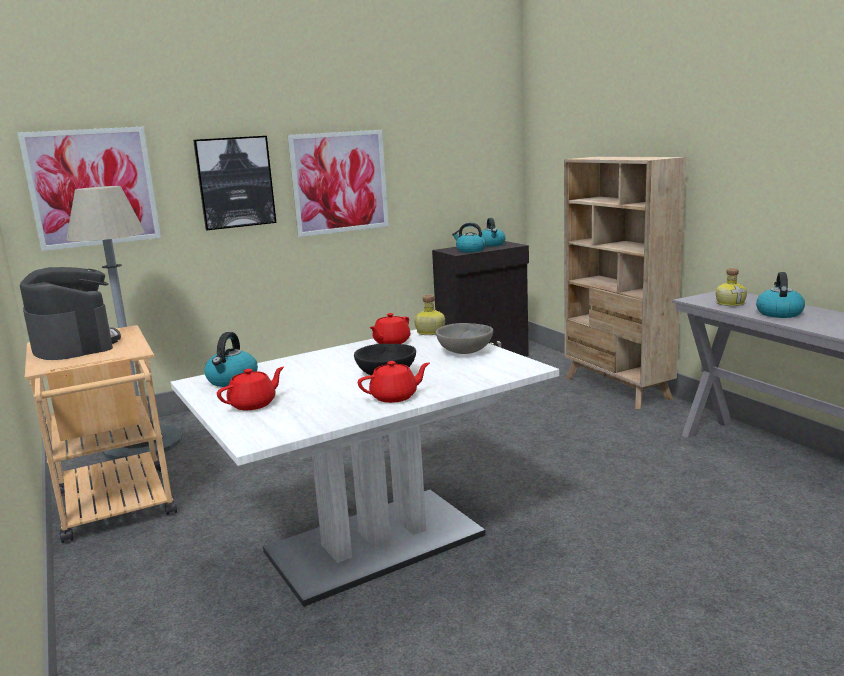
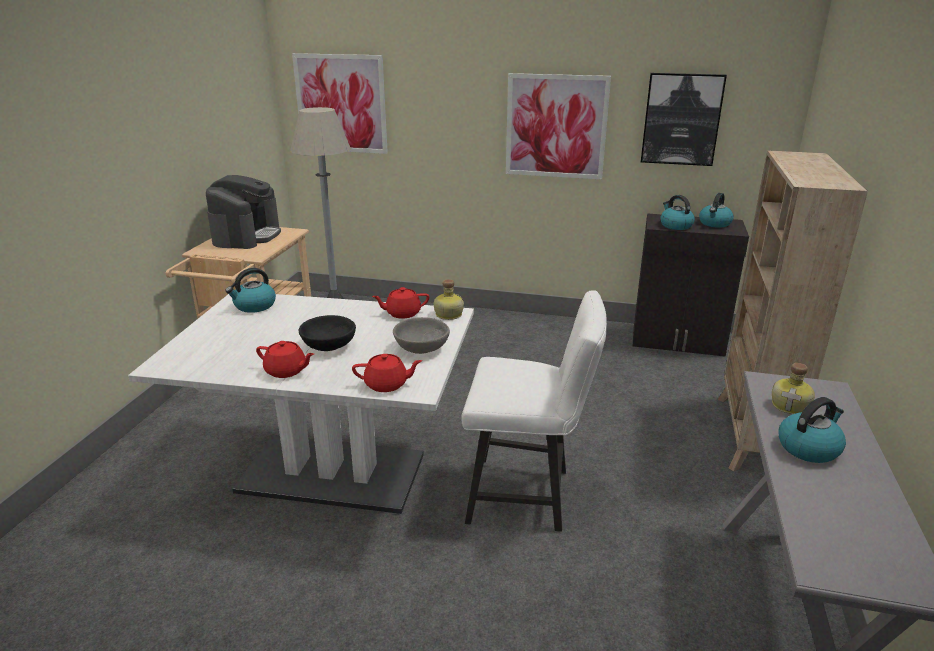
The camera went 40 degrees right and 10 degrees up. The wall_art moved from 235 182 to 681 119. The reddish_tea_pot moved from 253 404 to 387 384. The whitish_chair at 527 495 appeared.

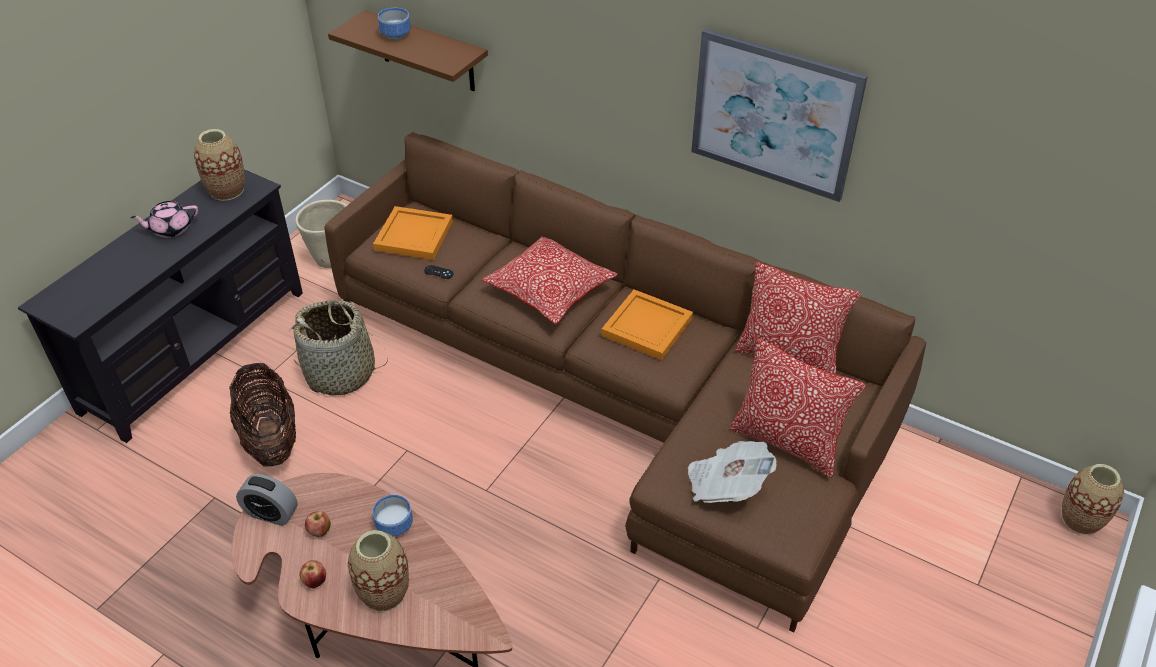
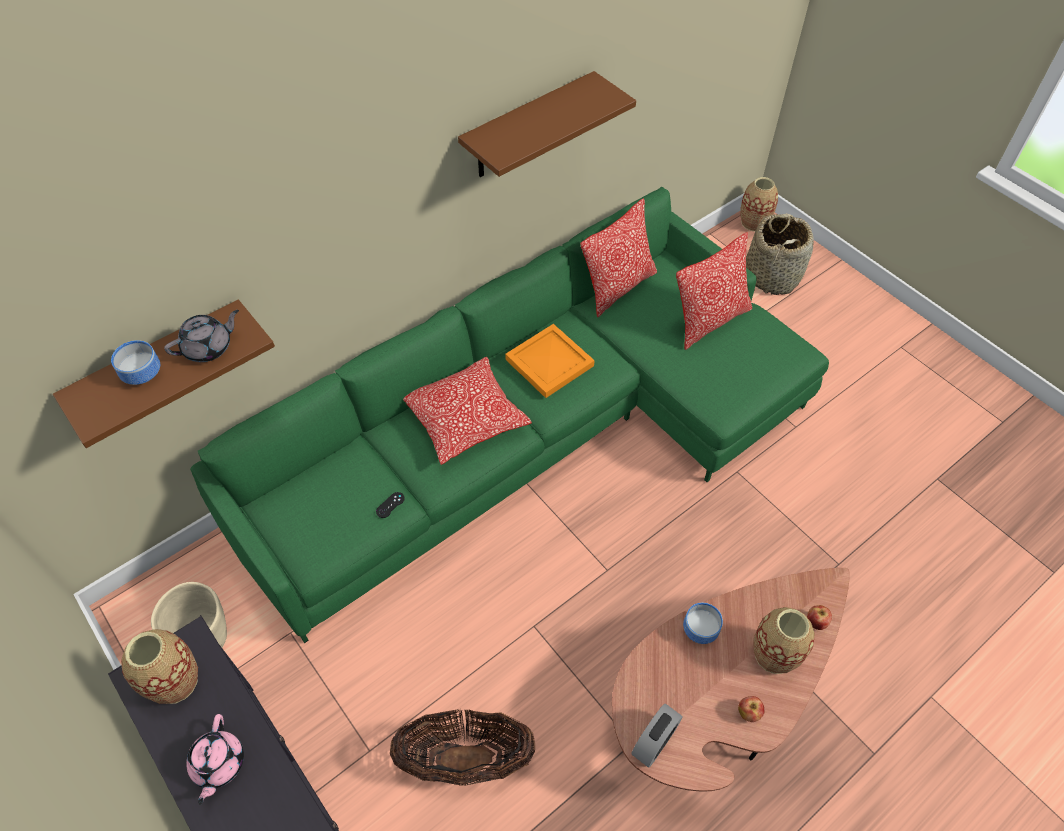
The camera went 70 degrees left and 10 degrees up. The wall_art at 774 115 was replaced by the brown_wall_shelf at 528 127. The brown_settee at 622 395 became the green_settee at 537 433. The orange_carrying_tray at 413 235 disappeared. The basket moved from 341 374 to 772 275. The printed_paper at 726 485 disappeared. The whole_apple moved from 319 532 to 816 622. The greyish_tea_pot at 209 348 appeared.

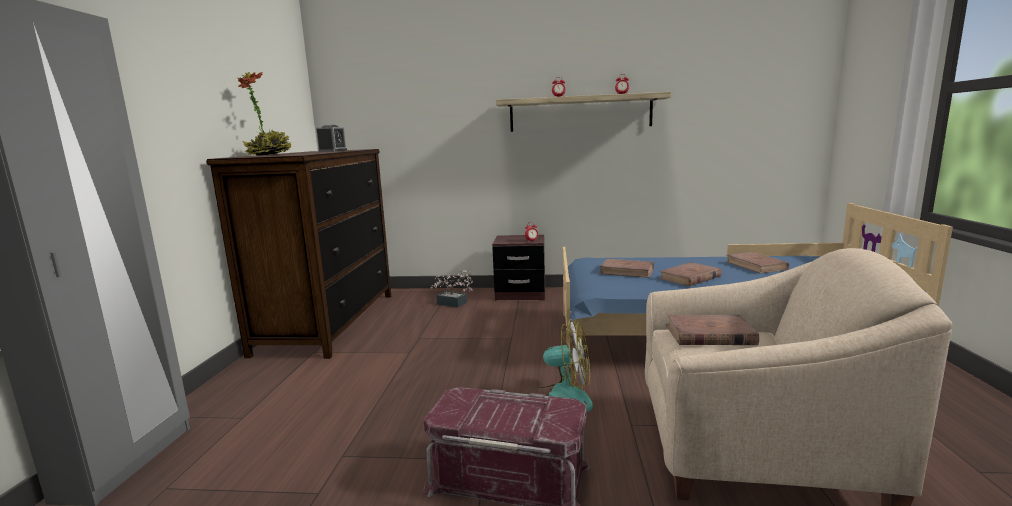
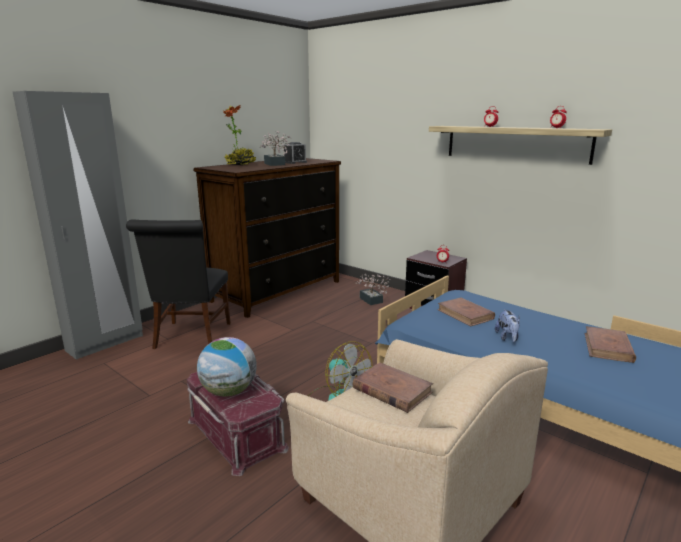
The camera went 35 degrees right and 5 degrees up. The brown_book at 689 277 was replaced by the cuddly_toy at 507 338. The potted_plant at 275 164 appeared. The black-coloured_chair at 191 337 appeared. The globe at 229 391 appeared.

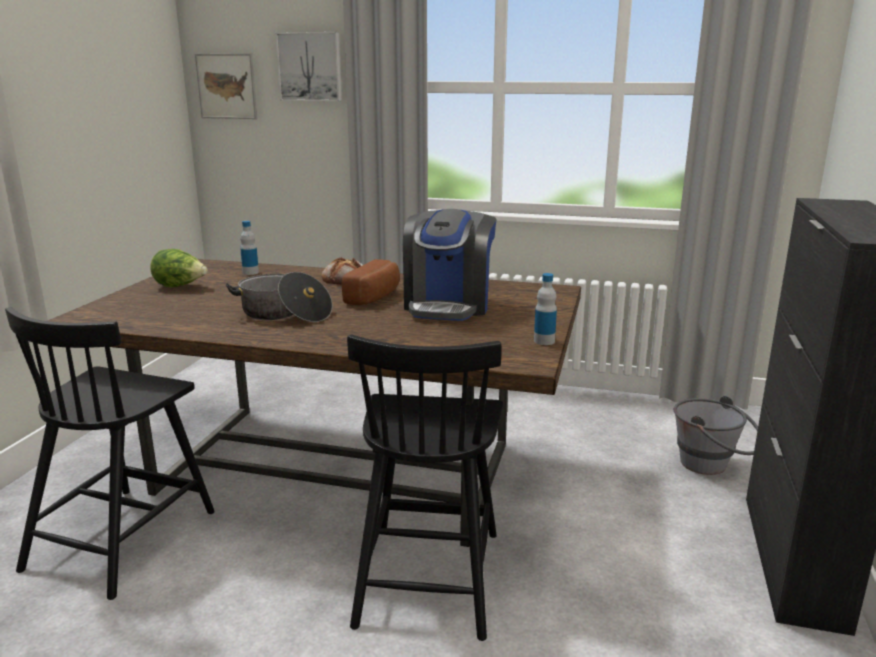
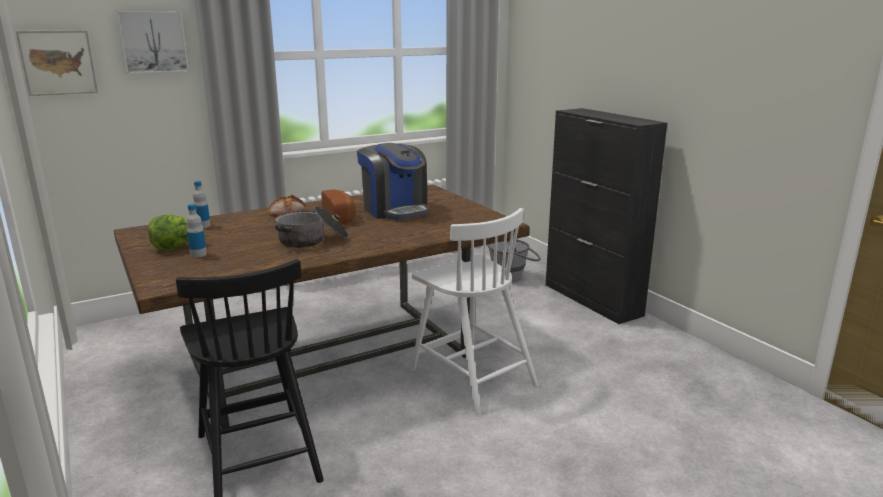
The camera went 45 degrees left and 0 degrees up. The drink_bottle moved from 544 341 to 198 254. The black-coloured_chair at 428 575 became the whitish_chair at 471 376.

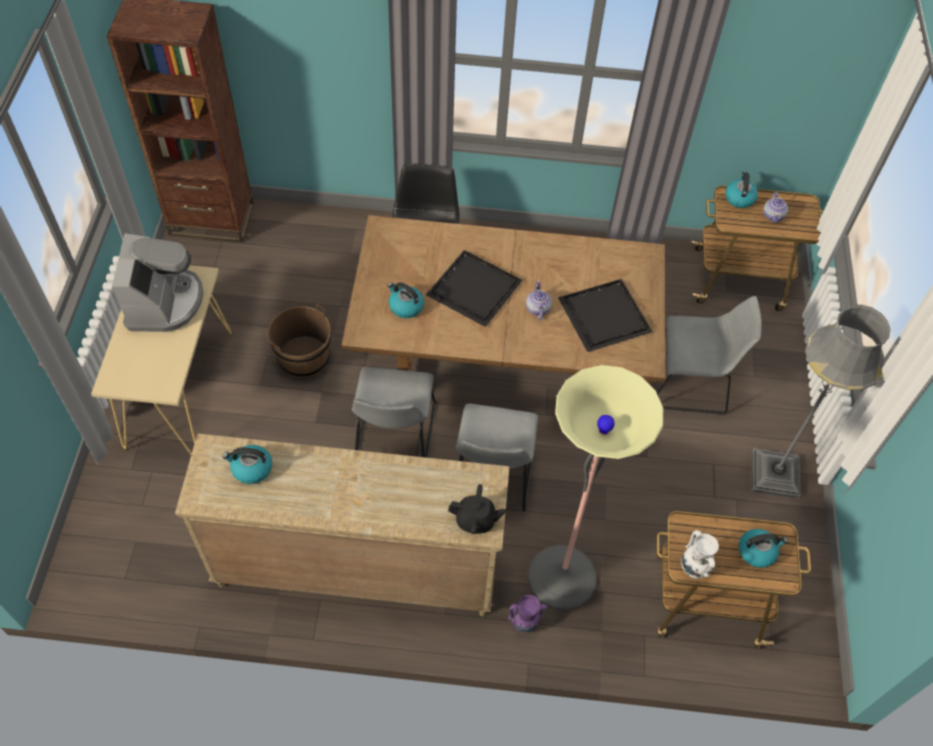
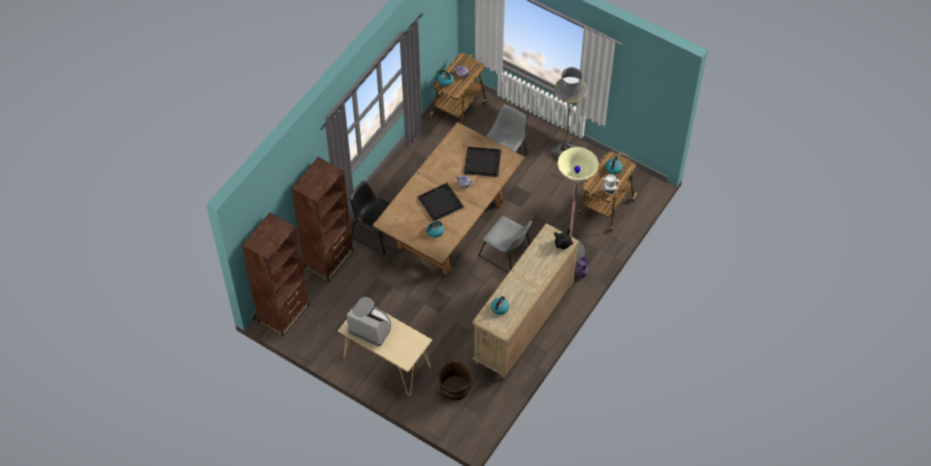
The camera went 60 degrees left and 0 degrees up. The brown_water_bucket moved from 304 357 to 455 388. The greyish_chair at 394 437 disappeared. The brown_bookshelf at 328 259 appeared.

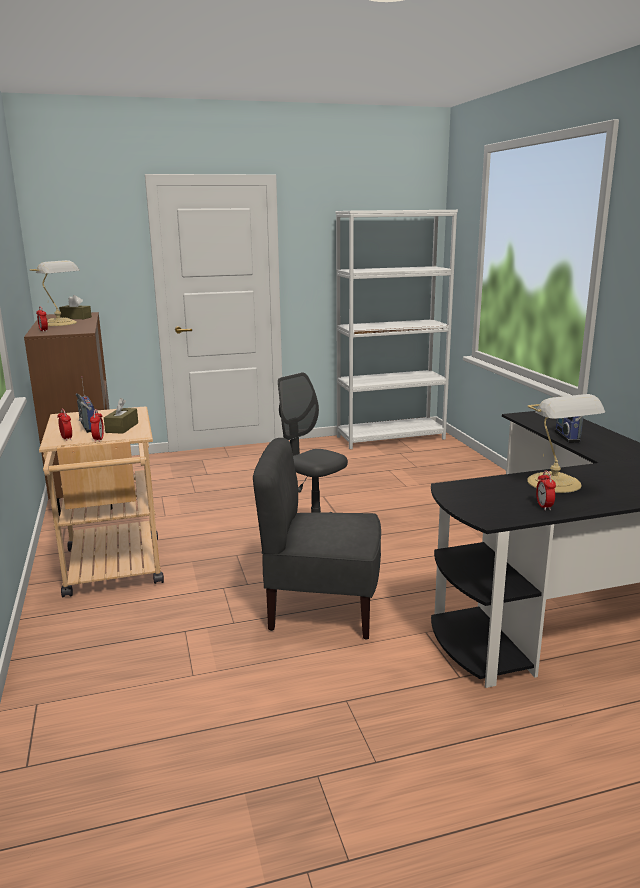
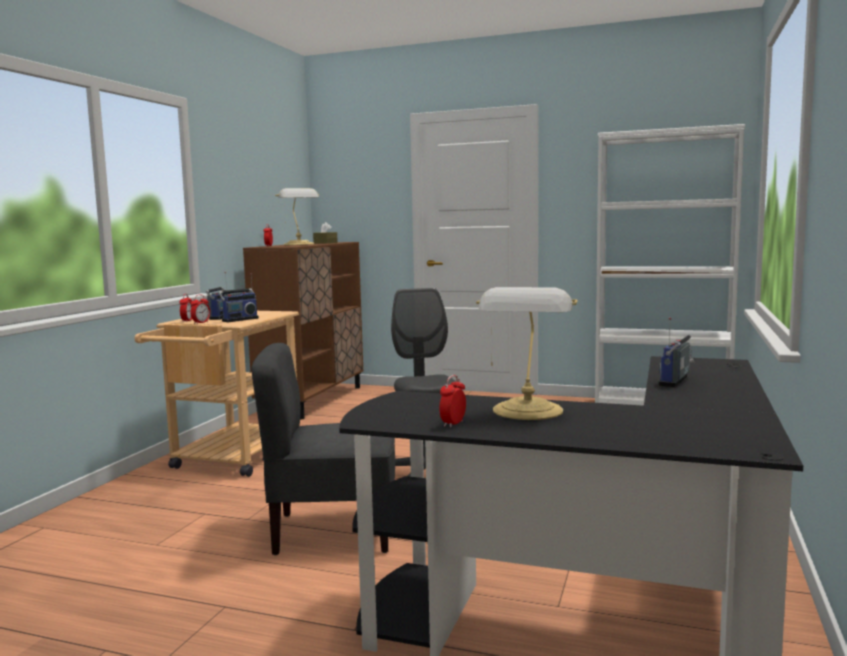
The camera went 35 degrees right and 10 degrees down. The brown_tissue_box at 122 427 was replaced by the radio_receiver at 239 319. The greyish_chair at 322 609 turned 45 degrees counterclockwise.

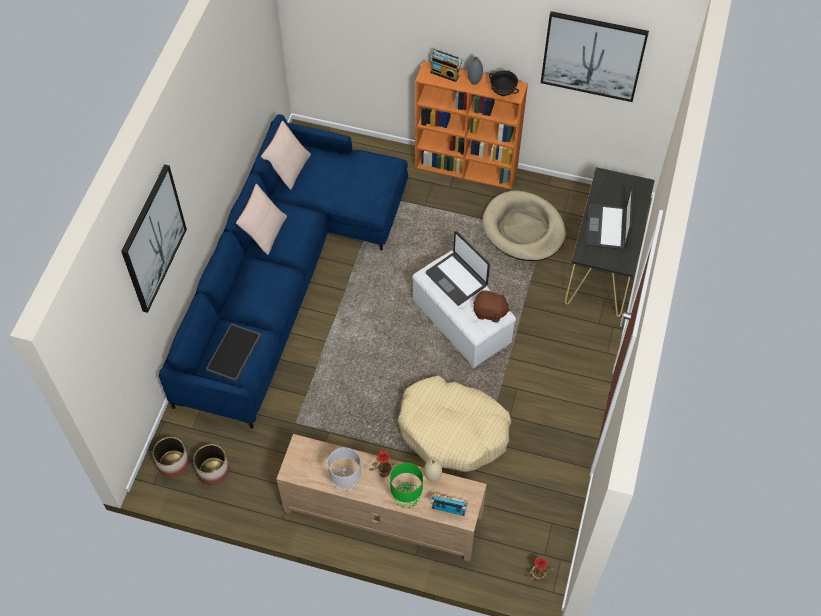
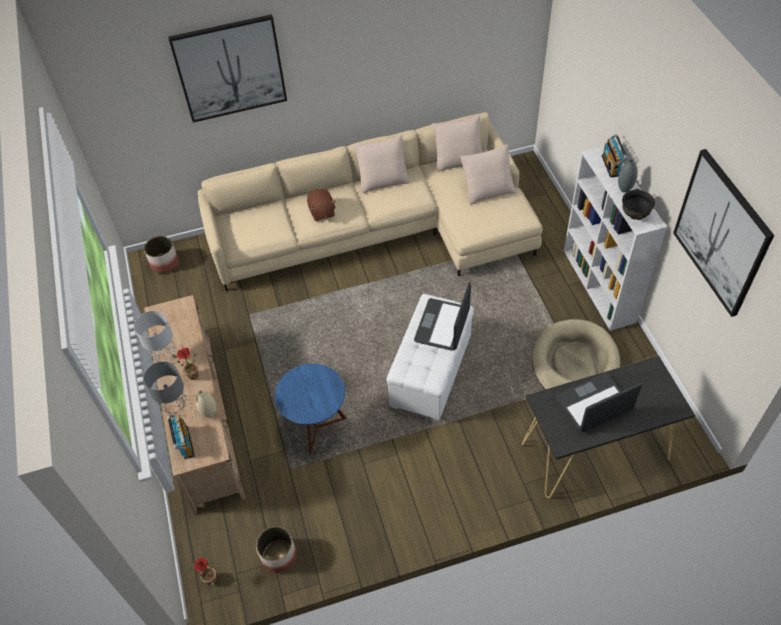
The camera went 60 degrees right and 5 degrees down. The orange_bookshelf at 467 169 became the whitish_bookshelf at 599 286. The blue_settee at 285 274 became the beige_settee at 382 230. The brown_cuddly_toy moved from 490 312 to 322 212. The carrying_tray at 234 353 disappeared. The beige_pet_bed at 453 430 was replaced by the blue_end_table at 317 427. The planter moved from 213 471 to 278 555. The green_tabletop_lamp at 407 500 became the greyish_tabletop_lamp at 175 407. The beige_throw_pillow at 487 189 appeared.

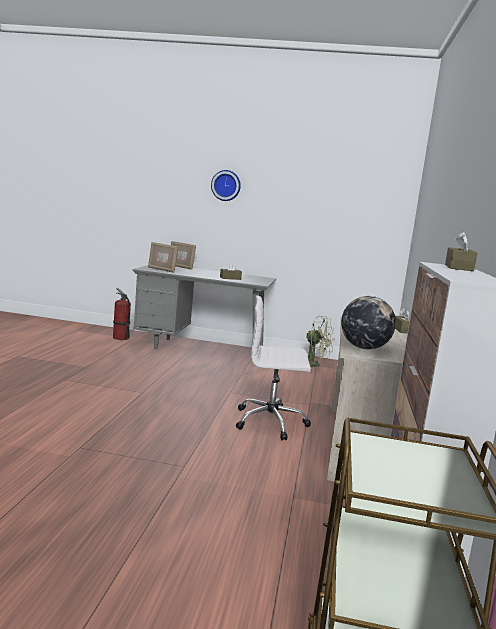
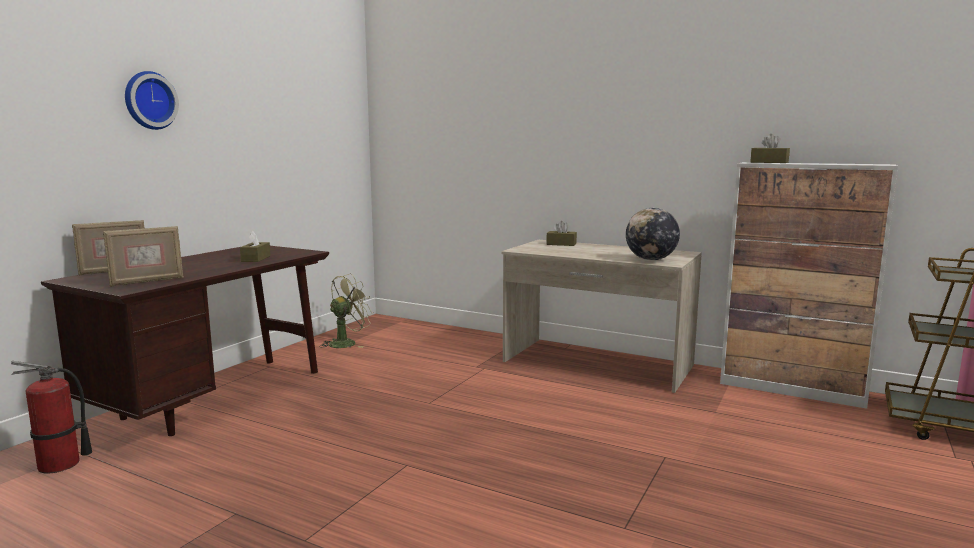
The camera went 70 degrees left and 0 degrees up. The greyish_desk_unit at 200 349 became the brown_desk_unit at 214 399. The whitish_computer_chair at 271 422 disappeared.

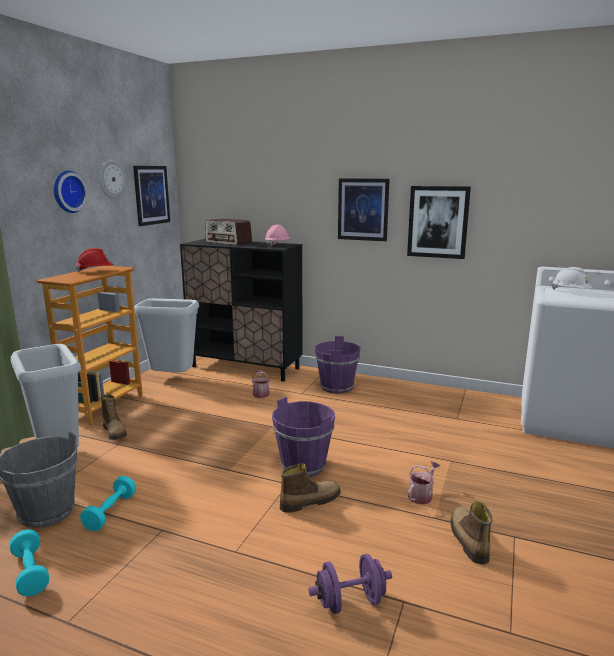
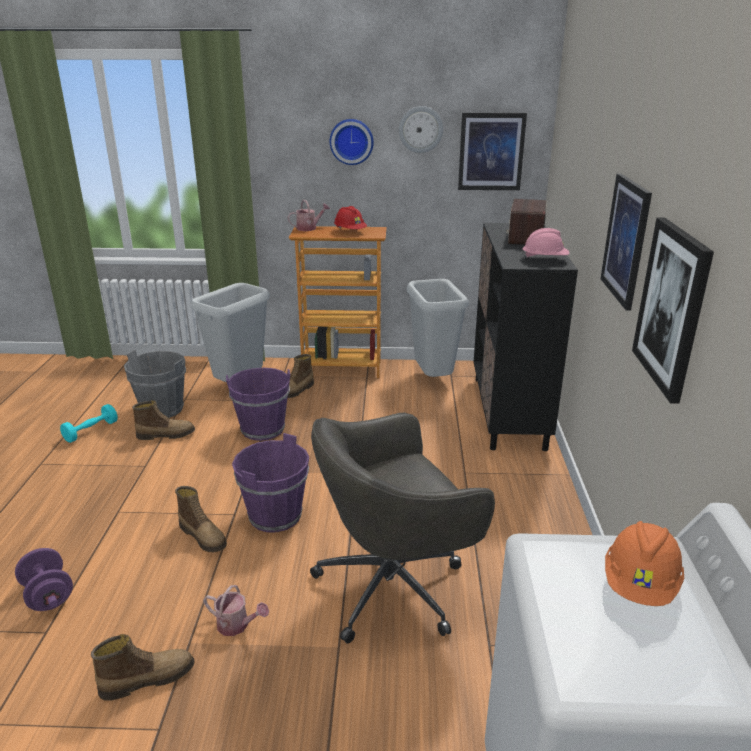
The camera went 70 degrees right and 10 degrees up. The whitish_safety_helmet at 571 292 became the orange_safety_helmet at 640 584. The purple_water_bucket moved from 337 387 to 262 429. The sprinkling_can moved from 261 393 to 309 228. The turquoise-coloured_dumbbell at 110 512 was replaced by the tall_boot at 166 435. The greyish_computer_chair at 394 586 appeared.

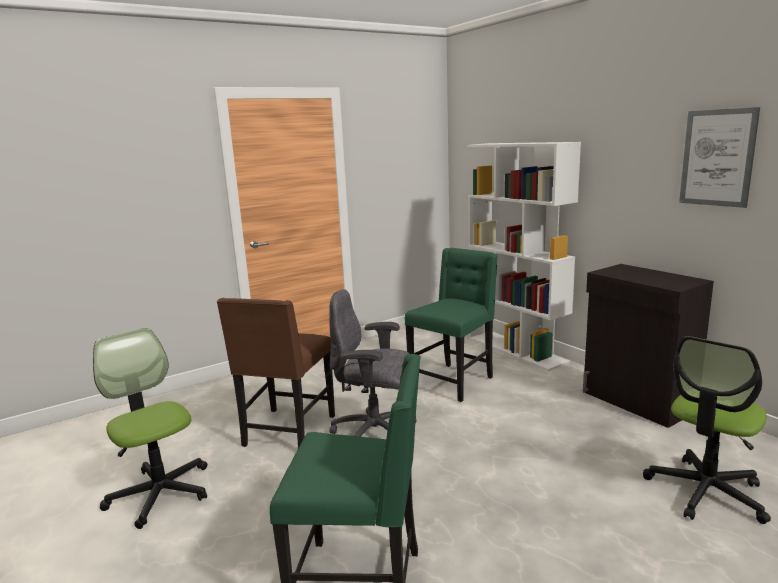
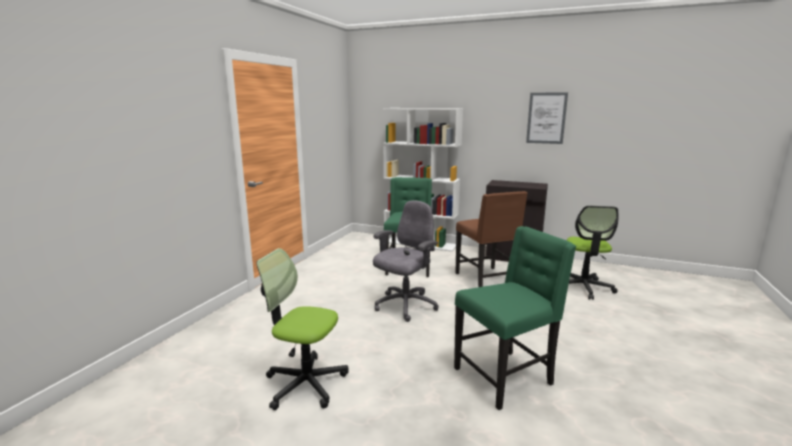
The camera went 35 degrees left and 0 degrees up. The greyish_computer_chair at 376 435 turned 150 degrees clockwise. The brown_chair moved from 287 432 to 486 279.

